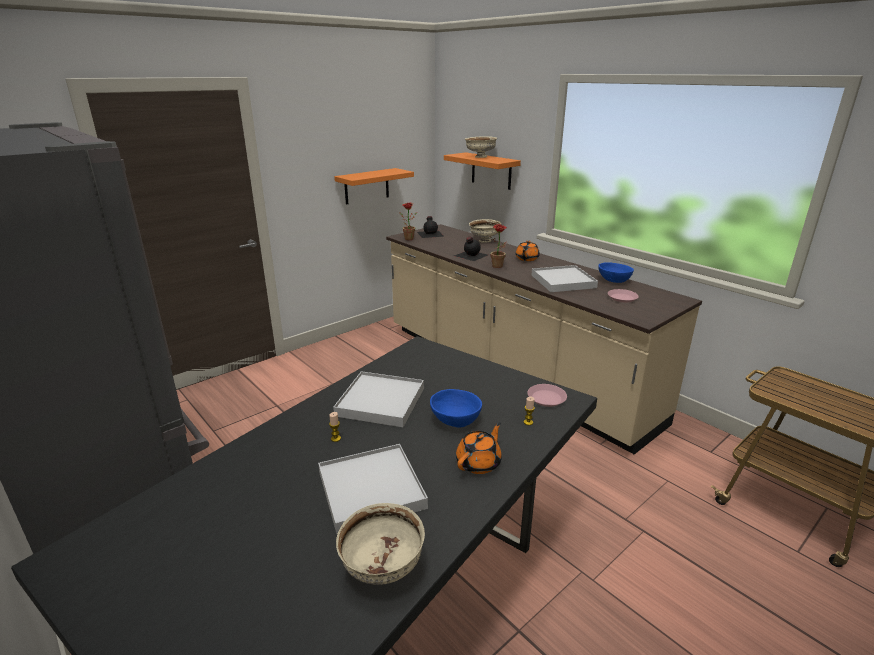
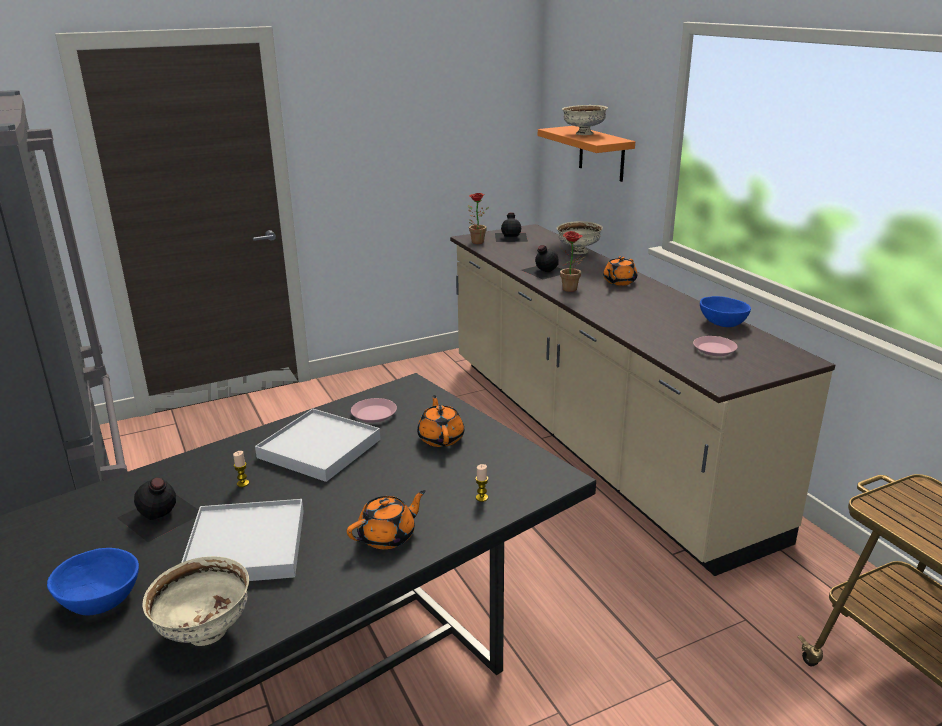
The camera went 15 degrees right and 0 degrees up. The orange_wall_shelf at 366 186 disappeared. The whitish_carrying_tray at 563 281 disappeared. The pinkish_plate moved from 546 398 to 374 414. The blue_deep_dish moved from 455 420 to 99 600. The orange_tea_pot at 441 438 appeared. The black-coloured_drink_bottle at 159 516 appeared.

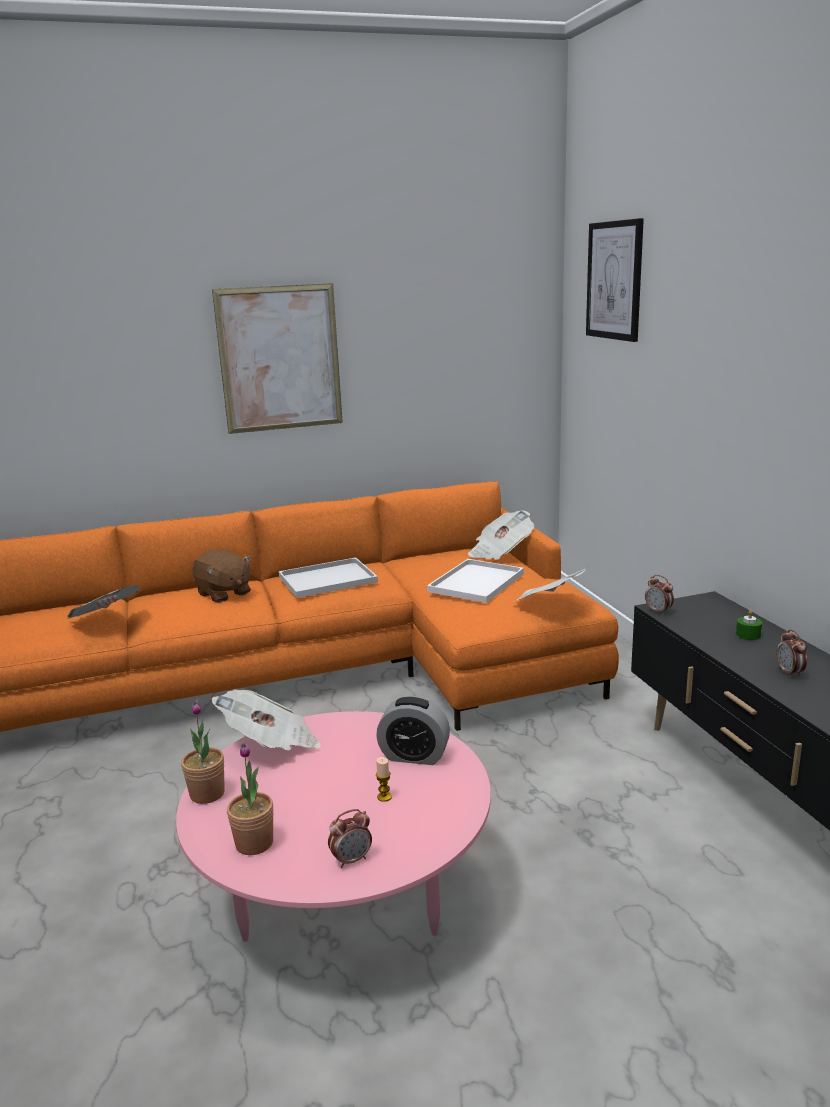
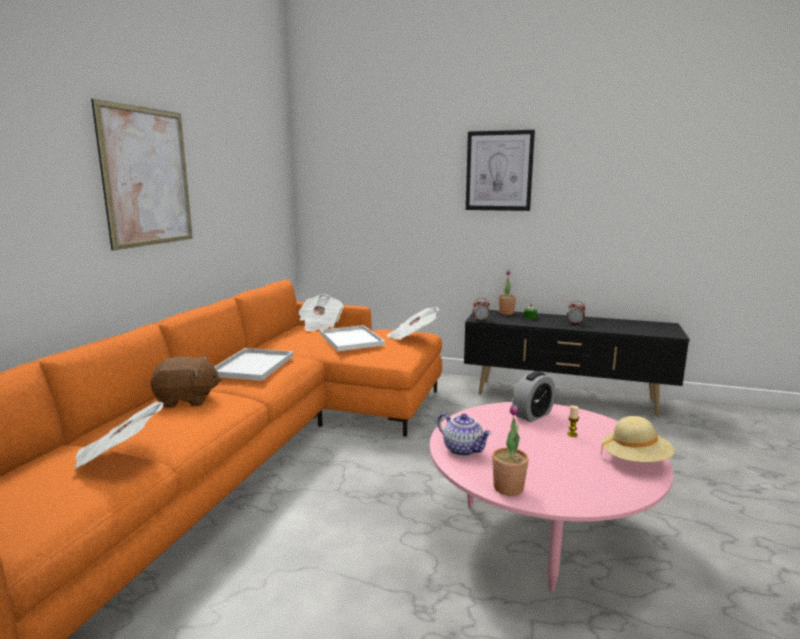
The camera went 55 degrees left and 5 degrees down. The wall_art moved from 614 280 to 499 171. The printed_paper at 271 744 was replaced by the tea_pot at 463 449. The potted_plant moved from 254 843 to 506 313. The alarm_clock at 351 860 was replaced by the beige_clothing_hat at 635 461.

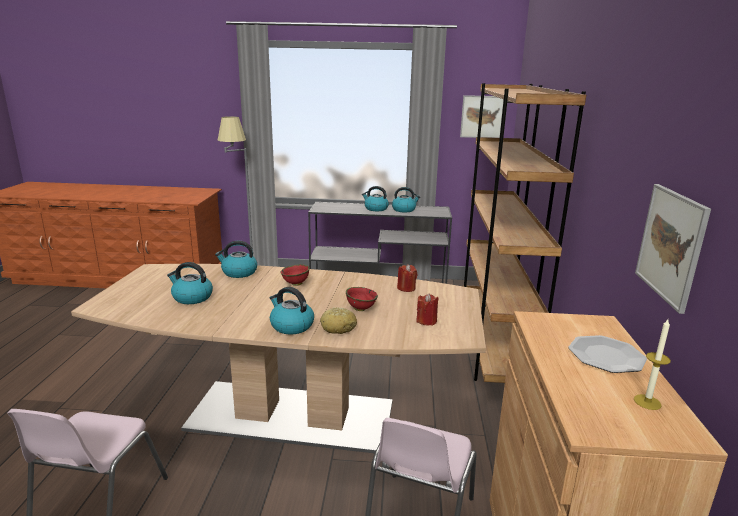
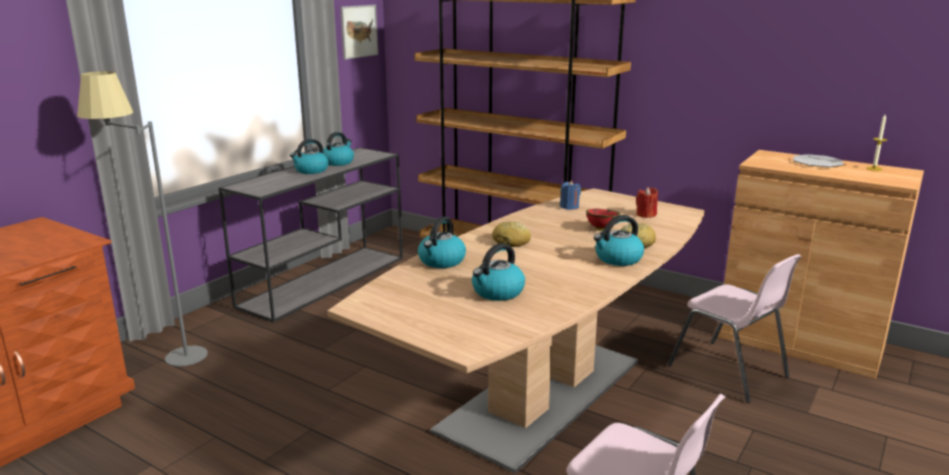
The camera went 60 degrees left and 0 degrees up. The wall_art at 670 245 disappeared. The reddish_deep_dish at 296 284 was replaced by the baked_bread at 511 242. The reddish_wax_candle at 406 288 became the blue_wax_candle at 569 207.

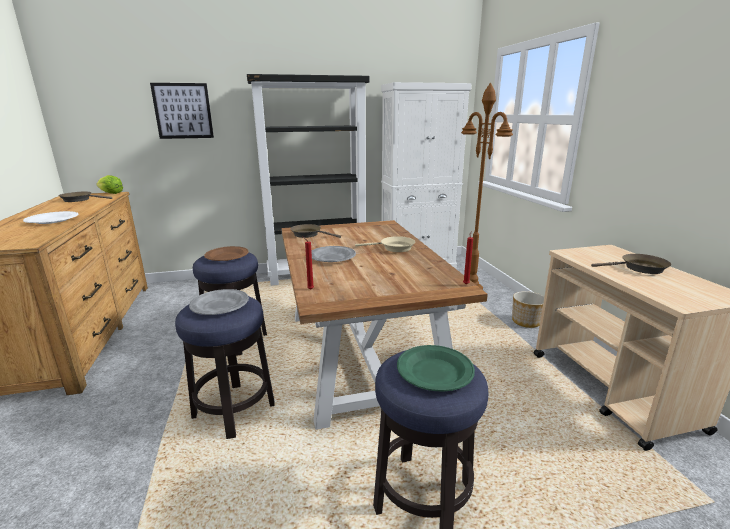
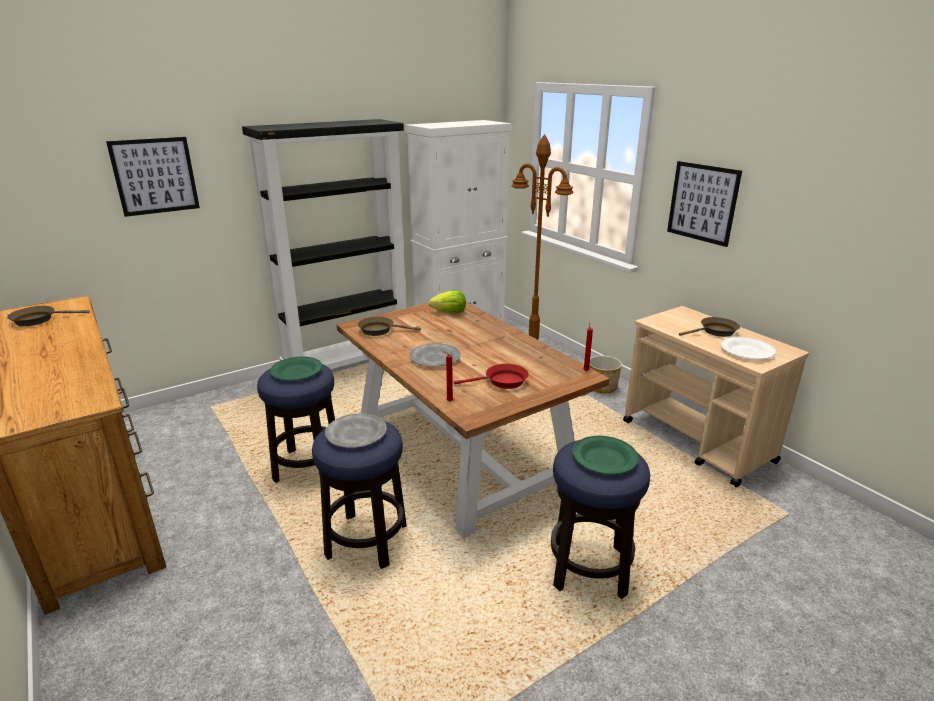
The camera went 20 degrees left and 5 degrees up. The lettuce_head moved from 110 193 to 449 312. The whitish_plate moved from 52 220 to 746 351. The beige_skillet at 394 248 disappeared. The brown_plate at 227 256 became the green_plate at 296 372. The wall_art at 702 203 appeared. The reddish_skillet at 502 381 appeared.

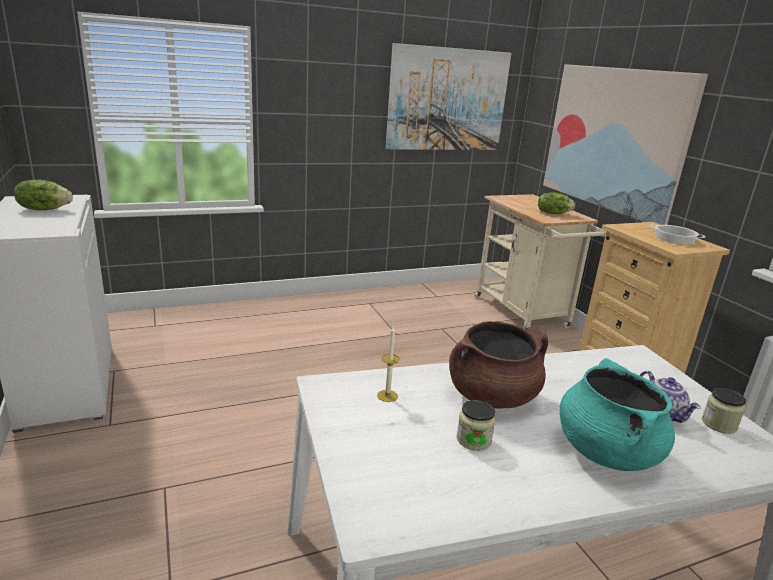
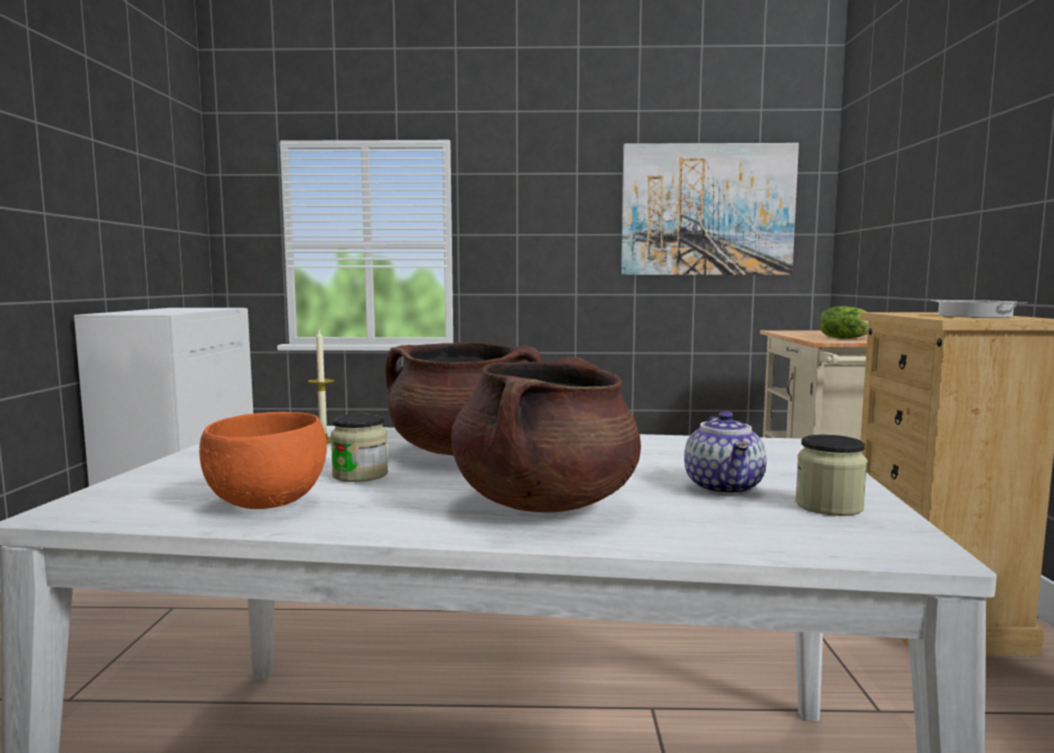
The camera went 25 degrees right and 15 degrees down. The wall_art at 613 139 disappeared. The lettuce_head at 44 209 disappeared. The turquoise-coloured_saucepot at 606 451 became the brown_saucepot at 546 503. The orange_deep_dish at 266 503 appeared.

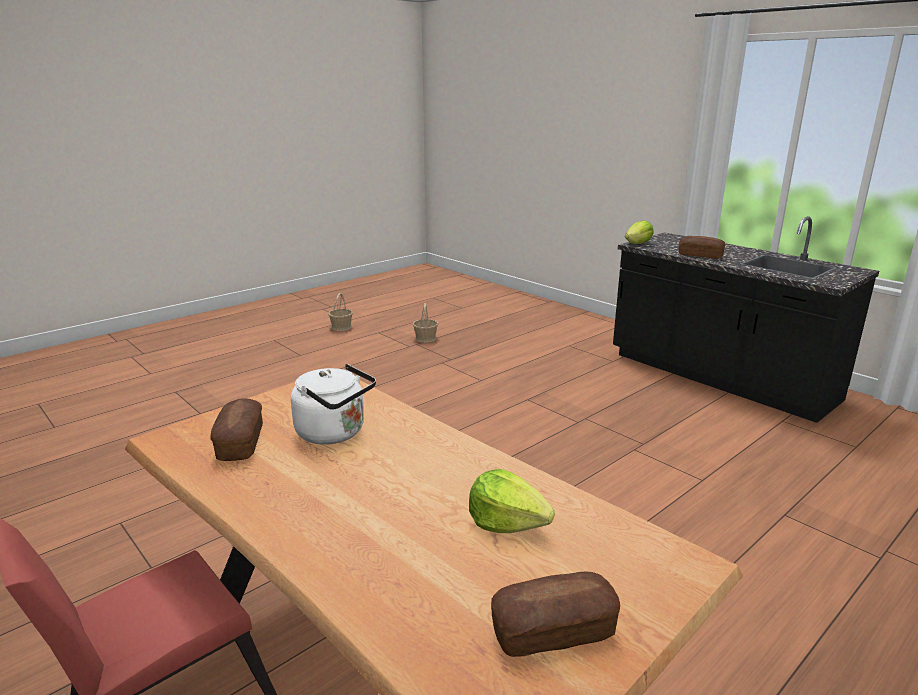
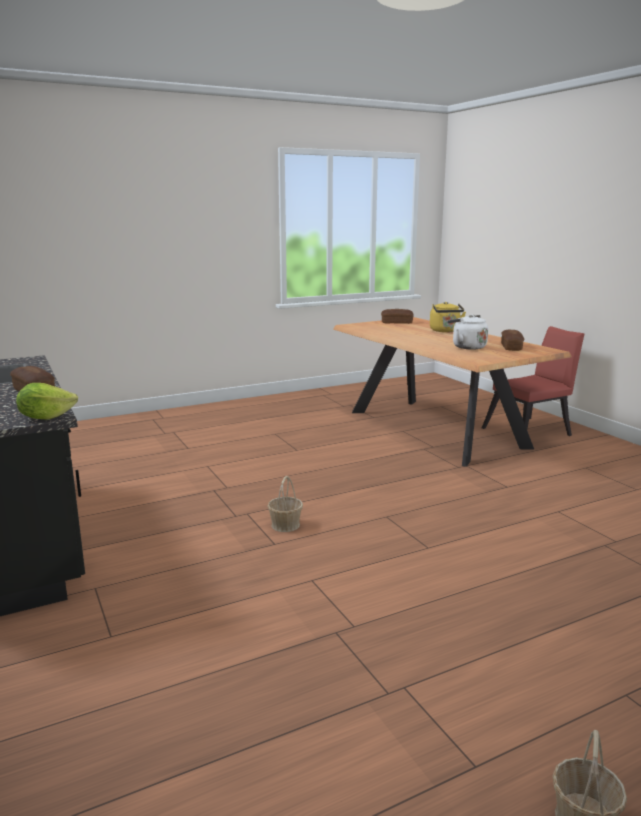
The camera went 165 degrees left and 5 degrees down. The basket moved from 425 338 to 285 525. The lettuce_head at 507 522 disappeared. The yellow-coloured_water_kettle at 445 331 appeared.

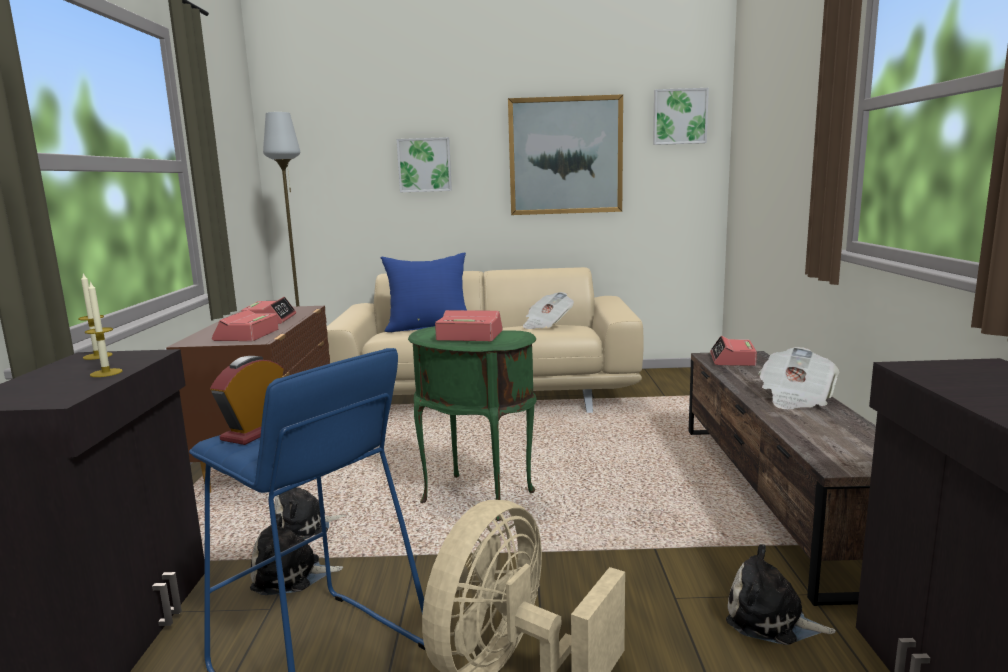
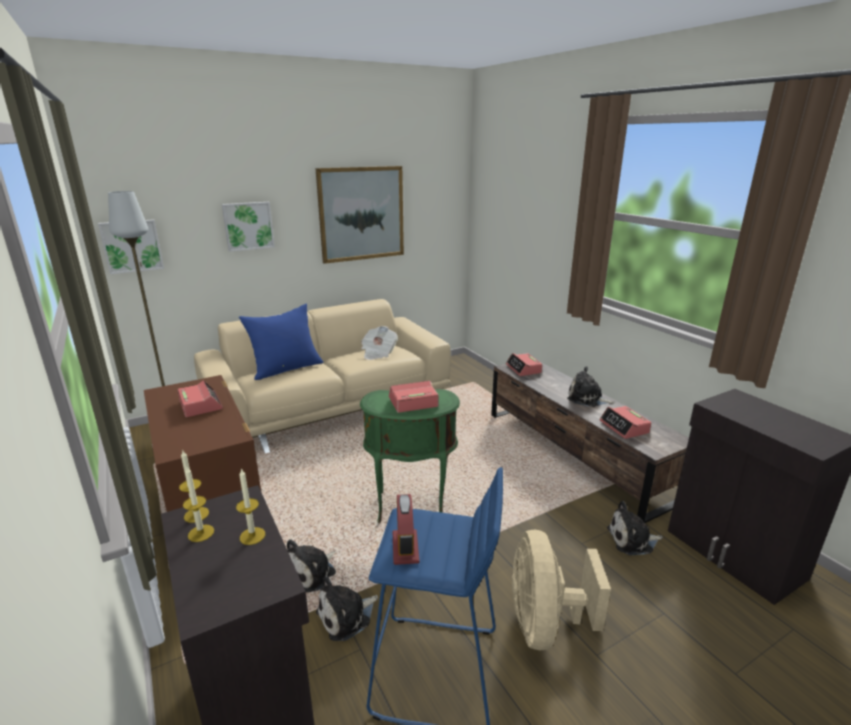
The camera went 30 degrees left and 10 degrees up. The wall_art moved from 679 116 to 132 246. The alarm_clock moved from 246 335 to 624 427. The printed_paper at 795 398 was replaced by the cuddly_toy at 587 399. The wax_candle at 201 533 appeared.

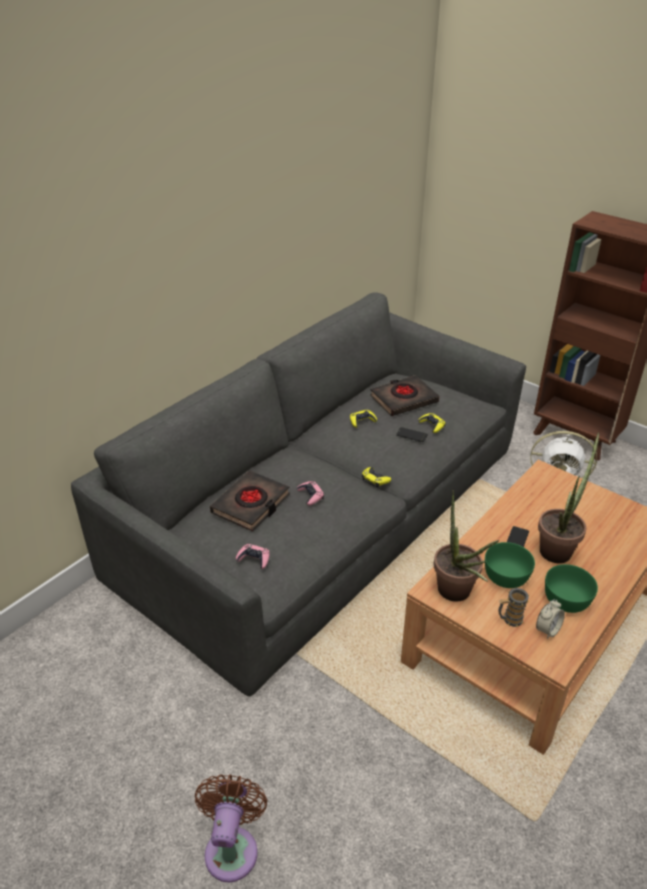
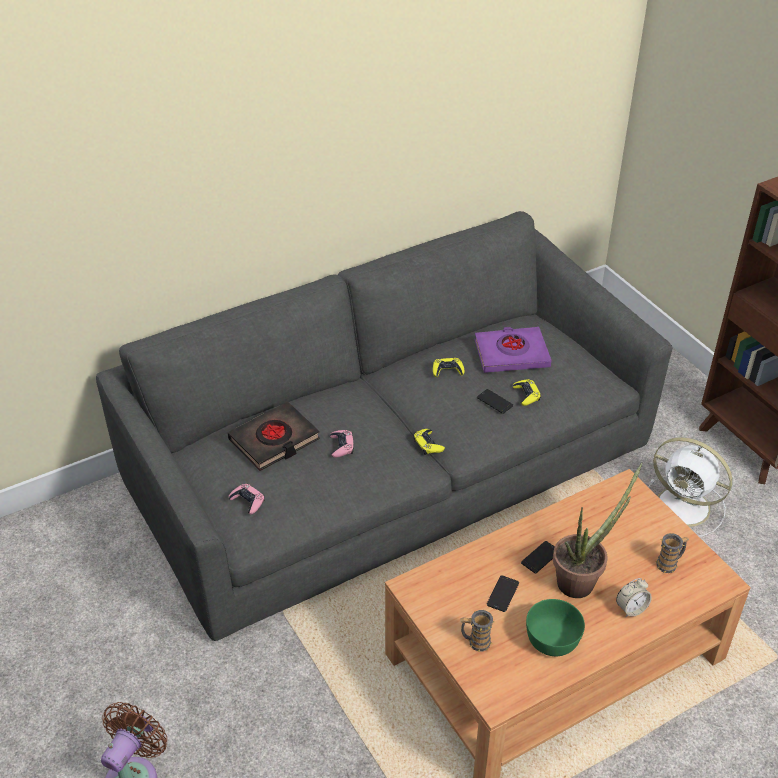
The camera went 20 degrees right and 5 degrees up. The black-coloured_book at 403 399 became the purple_book at 511 354. The potted_plant at 457 595 disappeared. The green_deep_dish at 506 575 was replaced by the telephone at 503 594. The alarm_clock moved from 547 630 to 631 609. The mug at 669 564 appeared.

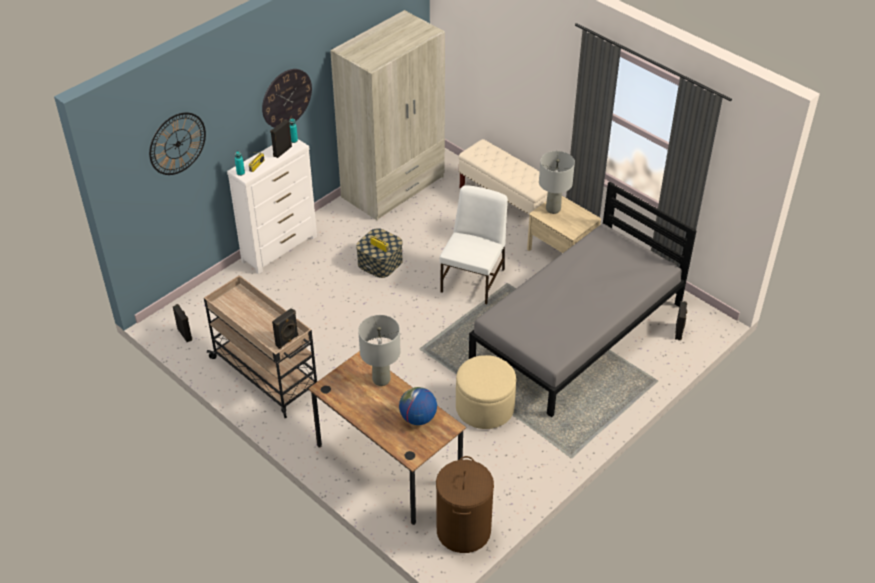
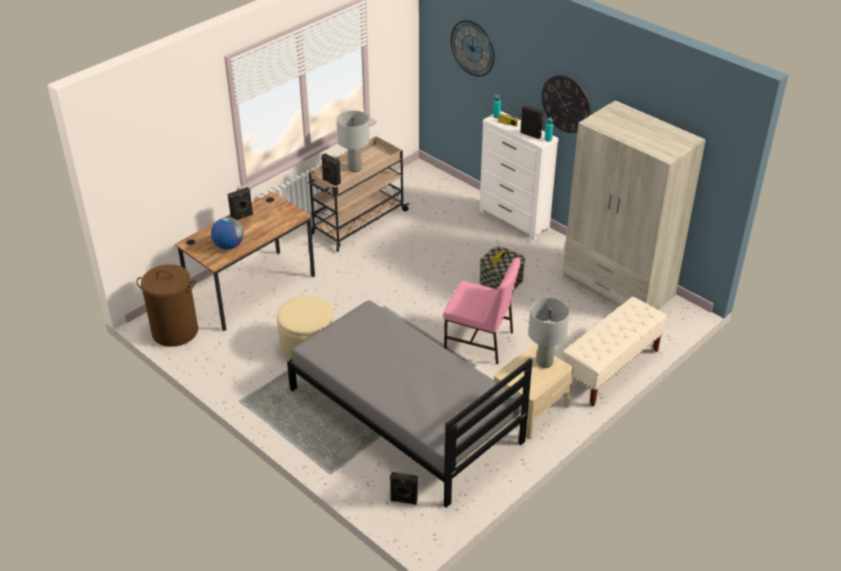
The camera went 90 degrees right and 5 degrees down. The whitish_chair at 474 280 became the pinkish_chair at 480 342. The black-coloured_loudspeaker moved from 185 334 to 242 217. The greyish_tabletop_lamp moved from 381 379 to 354 168.

